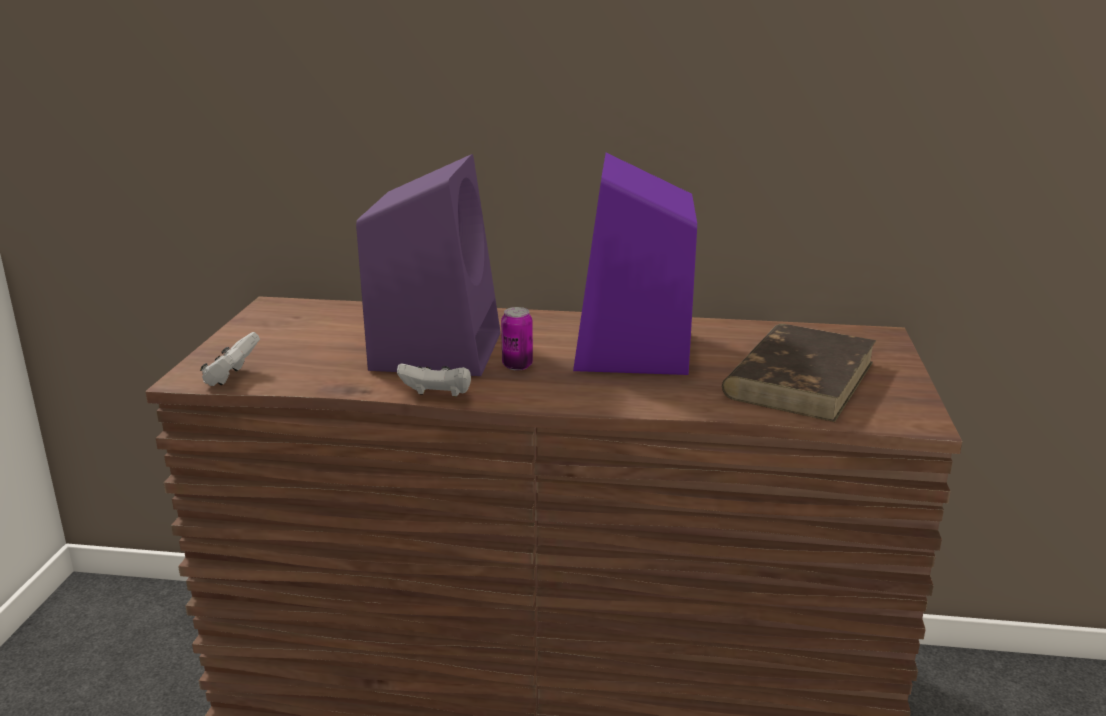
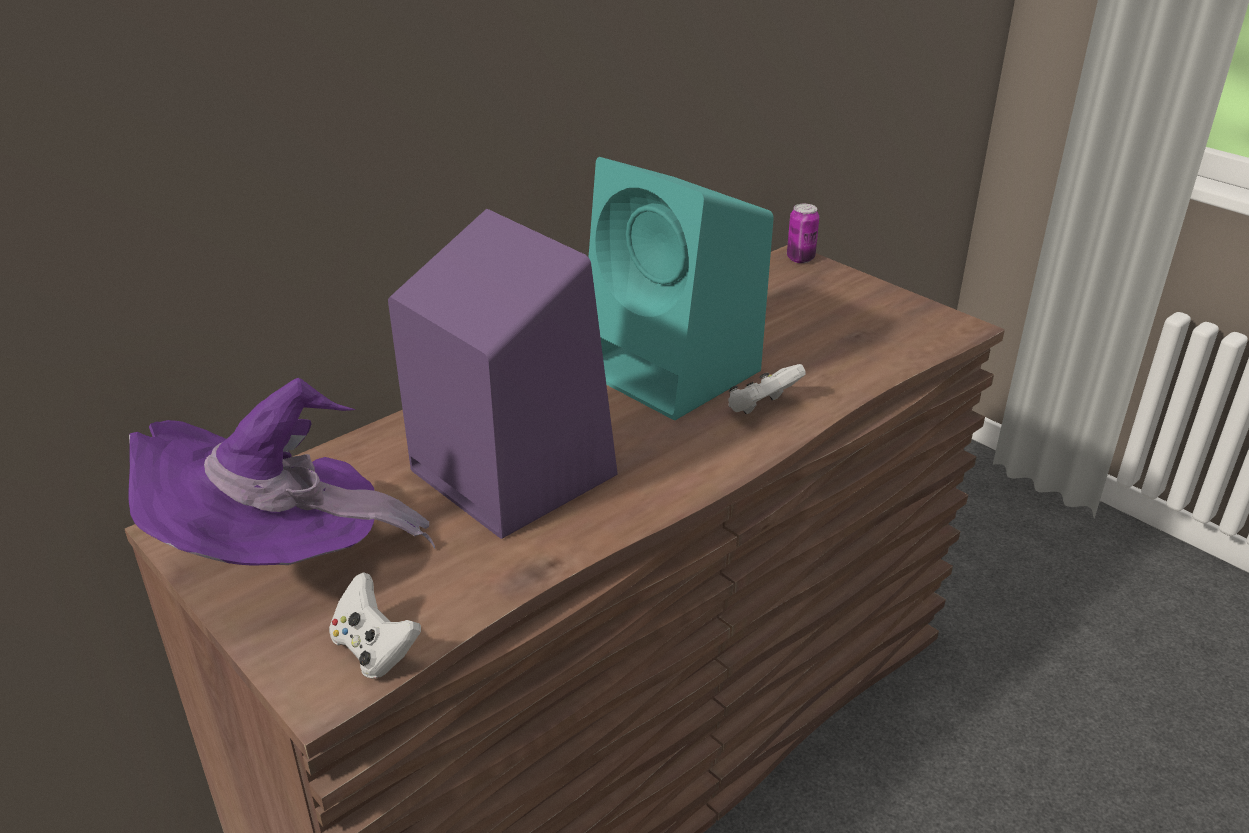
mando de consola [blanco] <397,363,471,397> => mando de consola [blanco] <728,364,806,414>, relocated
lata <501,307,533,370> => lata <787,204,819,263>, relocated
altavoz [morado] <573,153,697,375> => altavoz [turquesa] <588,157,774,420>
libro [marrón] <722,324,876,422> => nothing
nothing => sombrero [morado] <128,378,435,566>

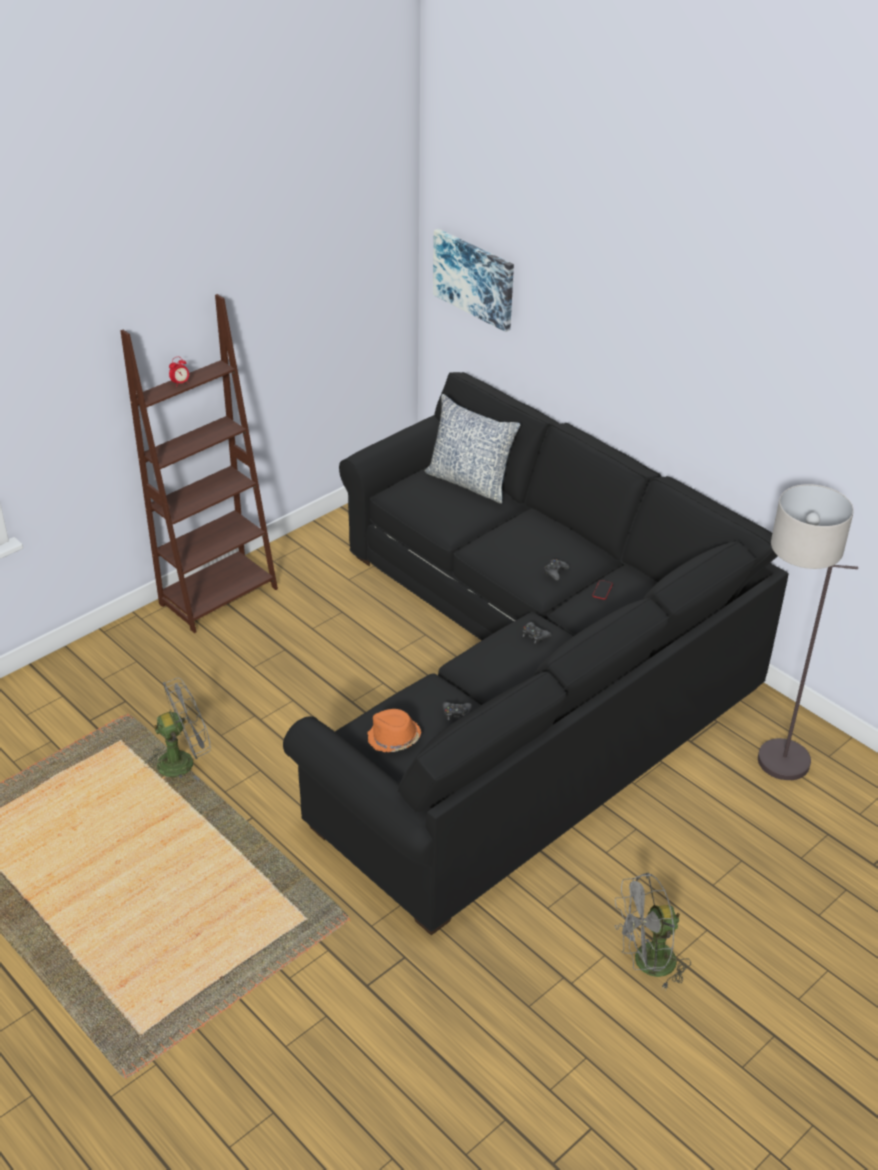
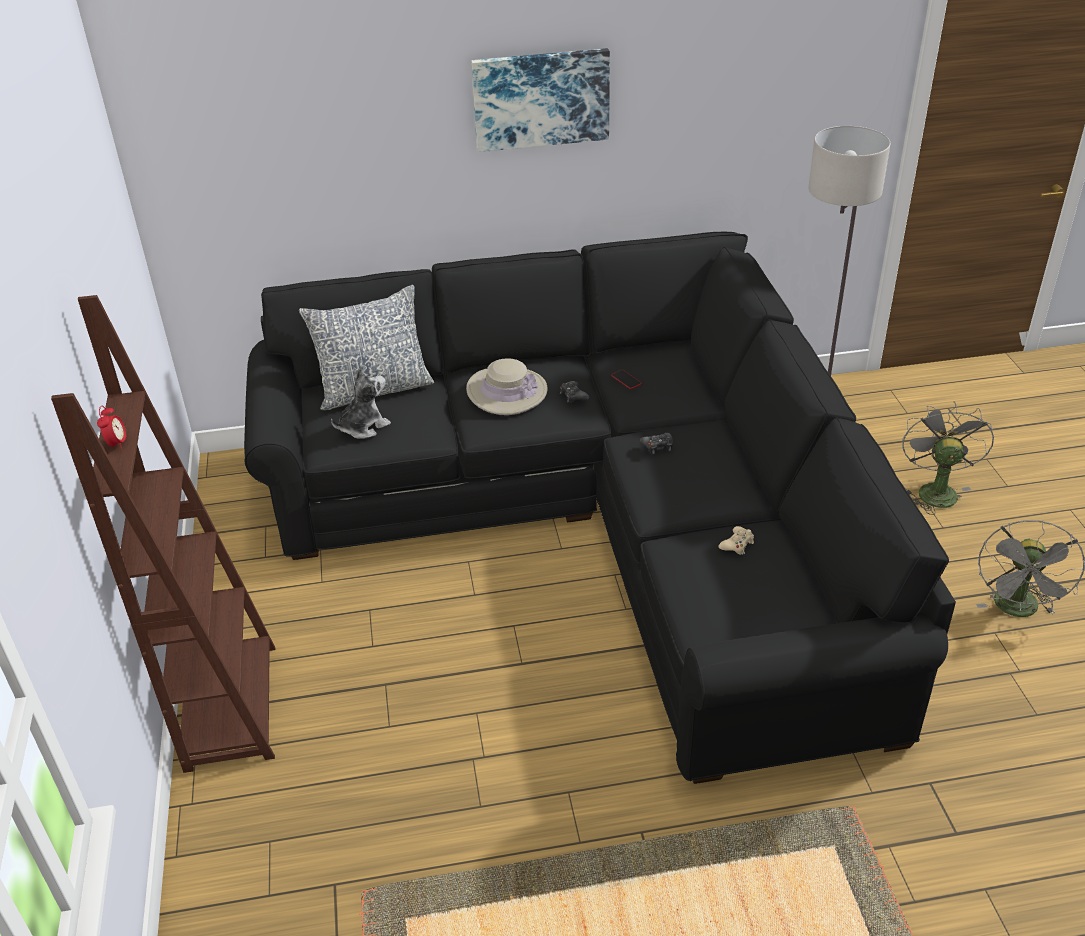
ventilador [gris] <144,678,211,781> => ventilador [gris] <902,402,994,515>, relocated
sombrero [naranja] <368,709,421,752> => nothing
cuadro <433,229,514,332> => cuadro <471,48,610,152>, relocated
mando de consola [negro] <442,702,472,720> => mando de consola [beis] <719,526,754,555>
nothing => peluche <331,368,391,439>
nothing => sombrero [beis] <466,358,548,415>

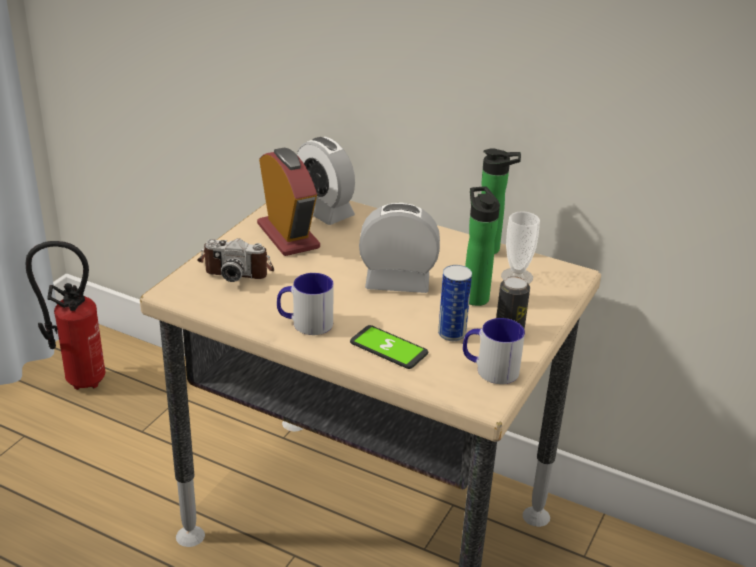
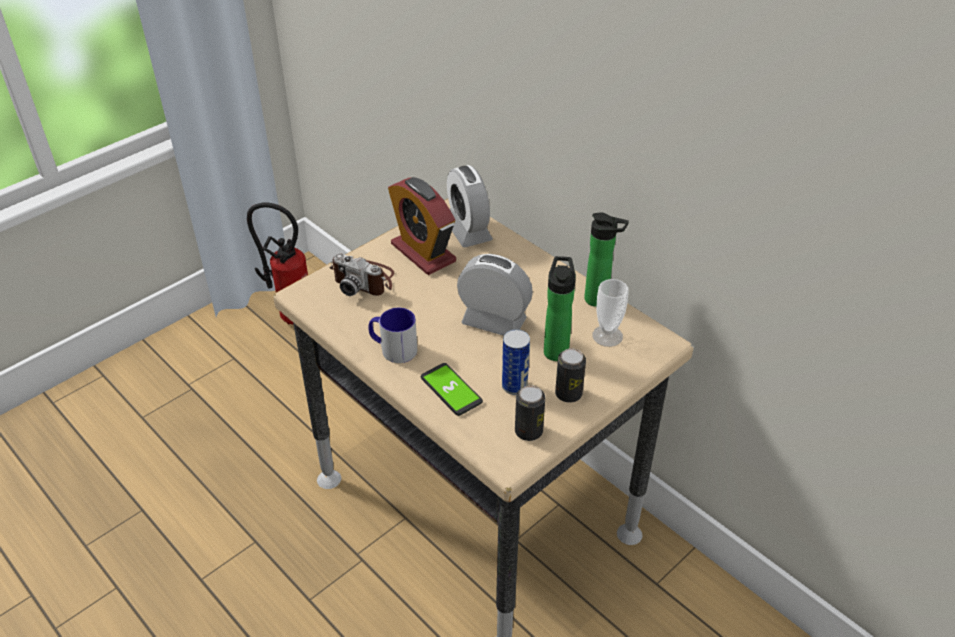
despertador <257,148,320,256> => despertador <388,177,456,275>, 150 degrees clockwise
taza grande <463,318,525,384> => lata <515,385,545,441>

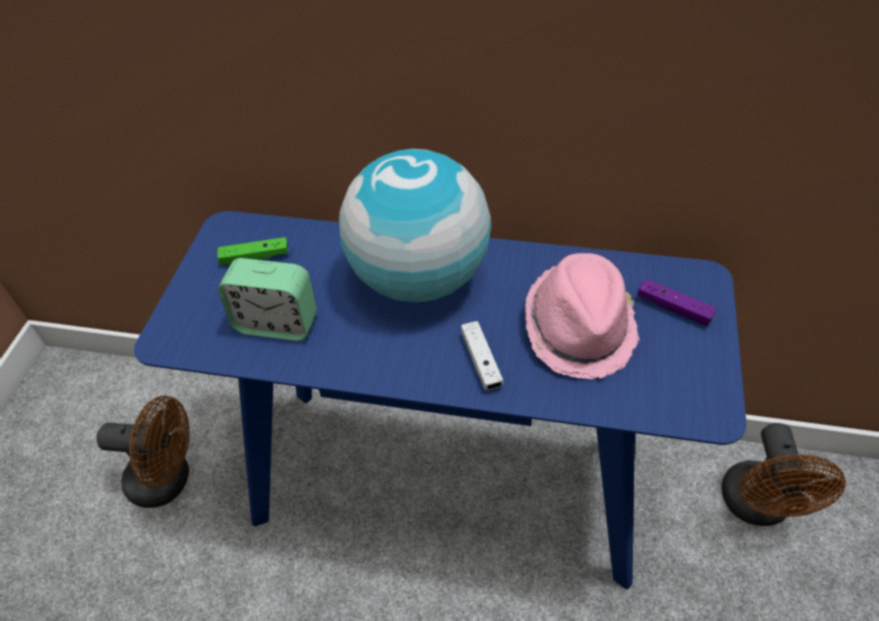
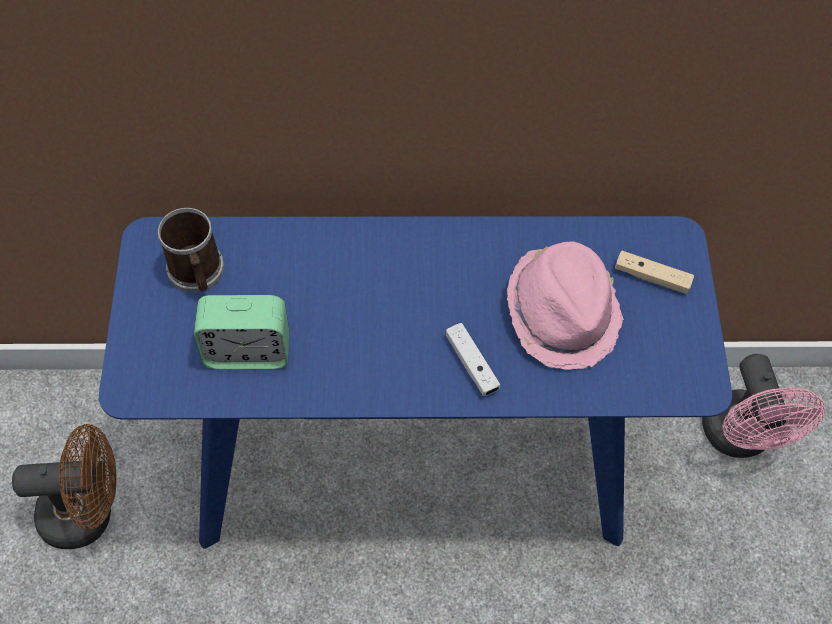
mando de consola [verde] <217,237,289,265> => taza grande <158,208,224,293>
globo terráqueo <339,149,491,302> => nothing
mando de consola [morado] <638,279,717,326> => mando de consola [beis] <615,251,694,294>
ventilador [marrón] <722,423,846,526> => ventilador [rosa] <702,354,825,458>

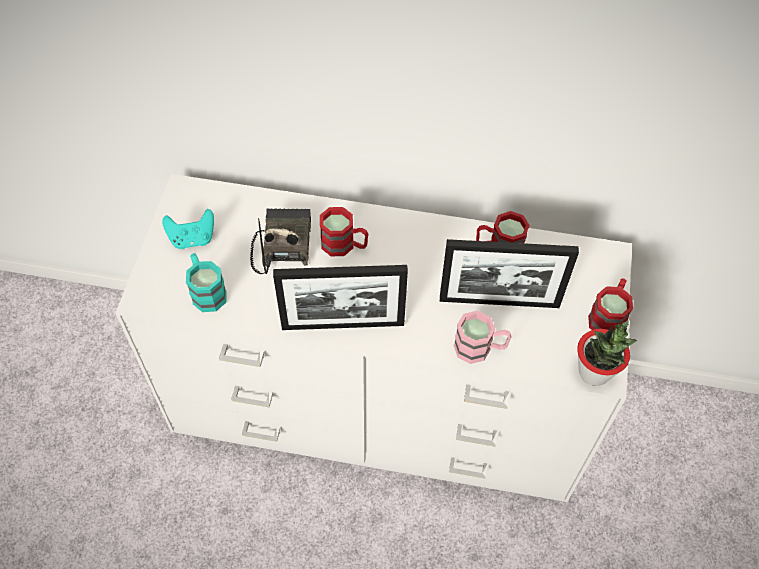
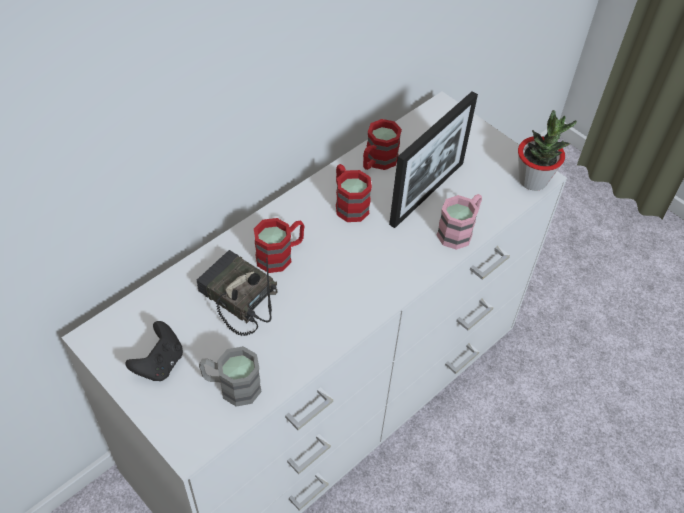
mando de consola [turquesa] <162,209,214,249> => mando de consola [negro] <125,321,183,381>
taza grande [turquesa] <186,253,227,312> => taza grande [gris] <199,346,262,407>
portarretratos <273,265,408,330> => nothing
taza grande [rojo] <588,278,633,331> => taza grande [rojo] <336,164,372,222>, relocated

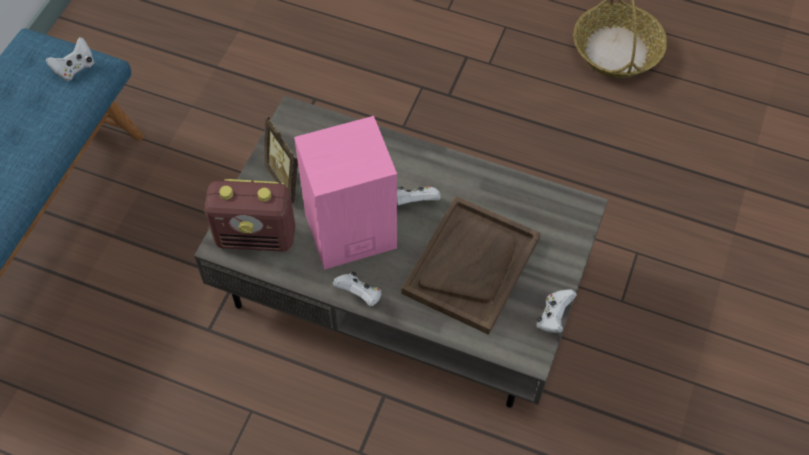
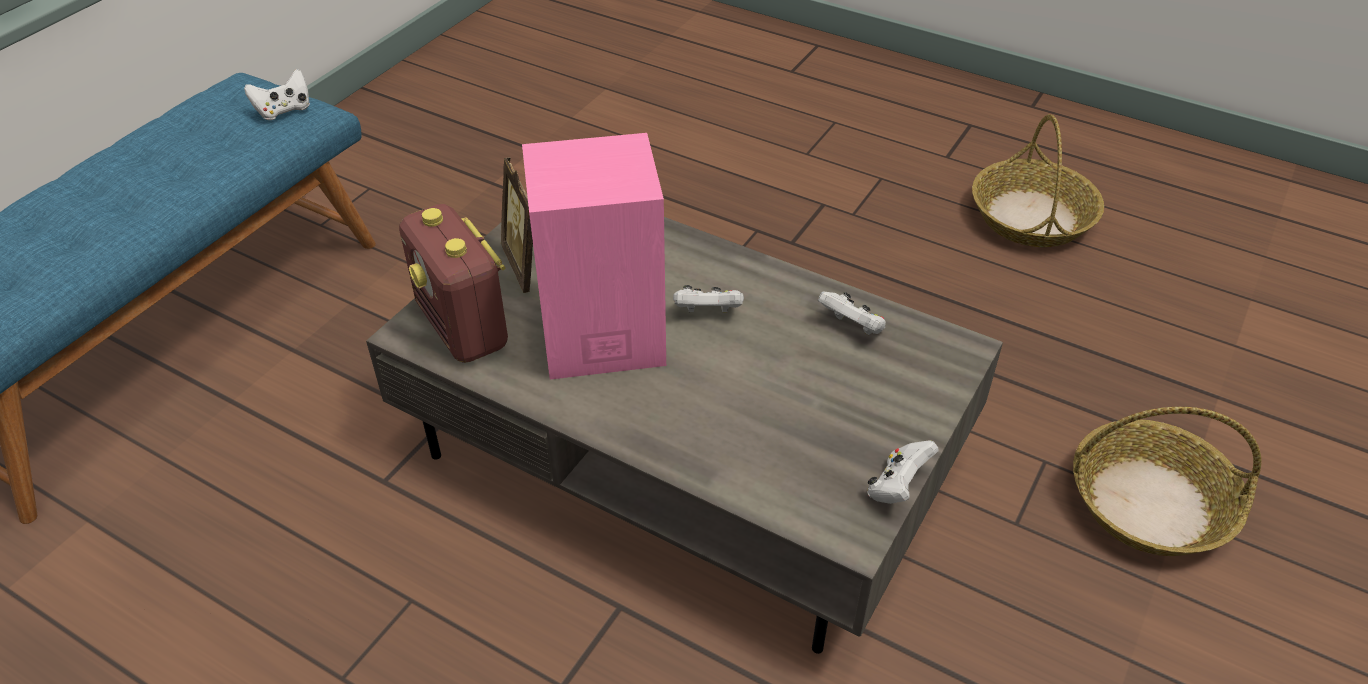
radio <204,179,296,252> => radio <399,204,508,363>, 45 degrees clockwise
mando de consola [blanco] <333,271,382,306> => mando de consola [blanco] <818,291,886,335>, relocated
bandeja [marrón] <401,196,541,335> => nothing
nothing => cesta <1073,407,1261,556>

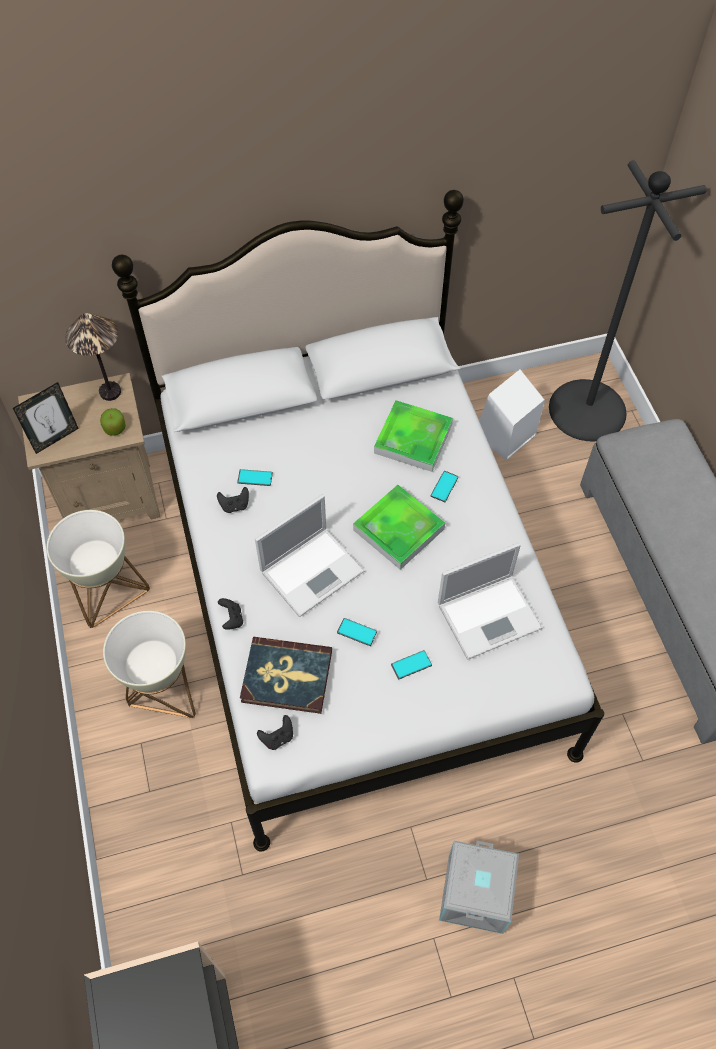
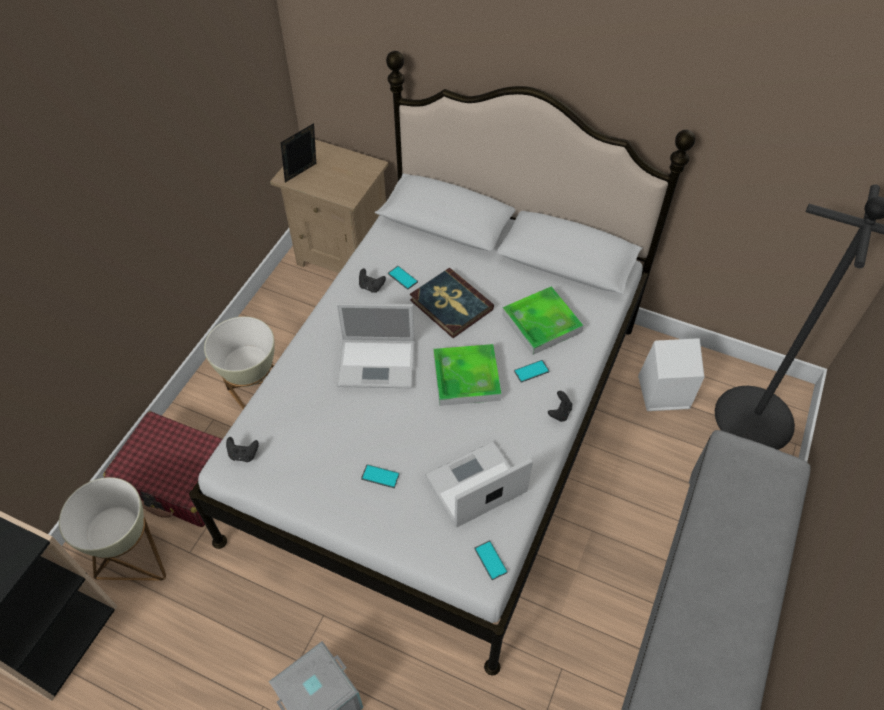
portarretratos <13,382,79,454> => portarretratos <281,123,316,182>, 135 degrees clockwise
maceta <46,510,150,628> => maceta <59,477,166,581>, relocated
lámpara de mesa <65,313,121,401> => nothing
manzana <100,408,126,436> => nothing
mando de consola [negro] <218,598,243,630> => mando de consola [negro] <548,391,572,422>, relocated
libro <240,636,332,714> => libro <410,268,494,338>, relocated
móvil <337,618,377,646> => móvil <474,540,508,580>, relocated
portátil <438,543,542,660> => portátil <424,441,533,528>, 135 degrees clockwise
nothing => maleta [rojo] <103,411,222,527>

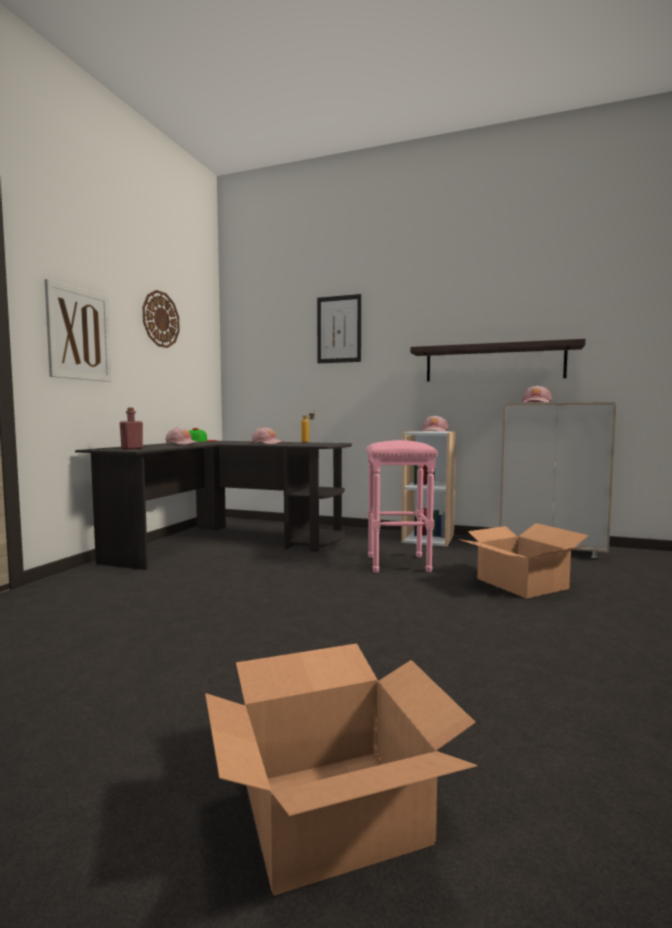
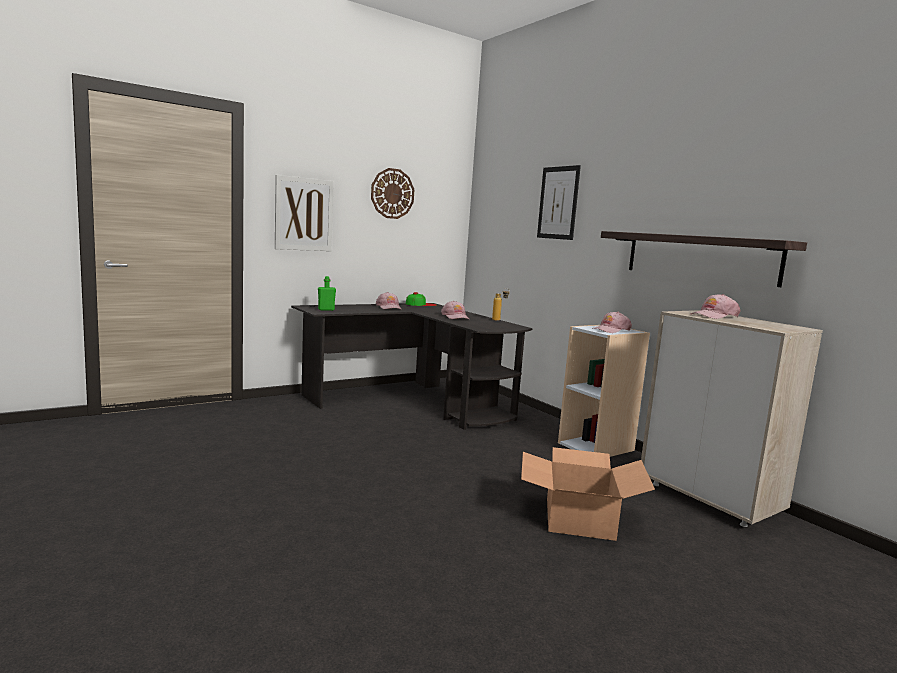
botella [rojo] <120,408,143,449> => botella [verde] <318,276,336,311>
caja de cartón <205,643,477,896> => nothing
taburete [rosa] <366,440,438,573> => nothing

